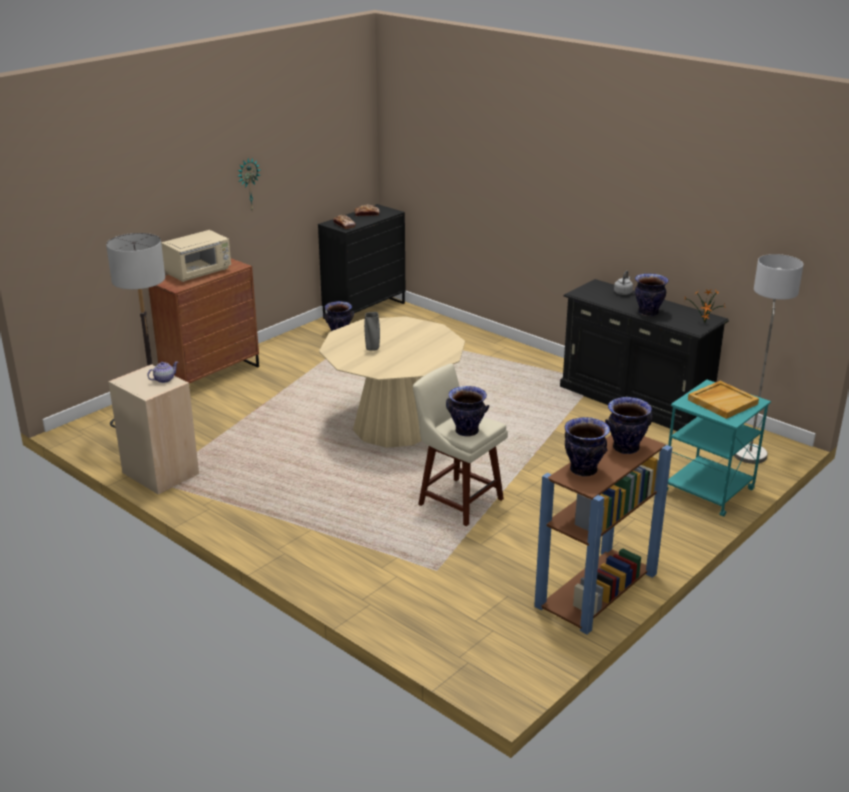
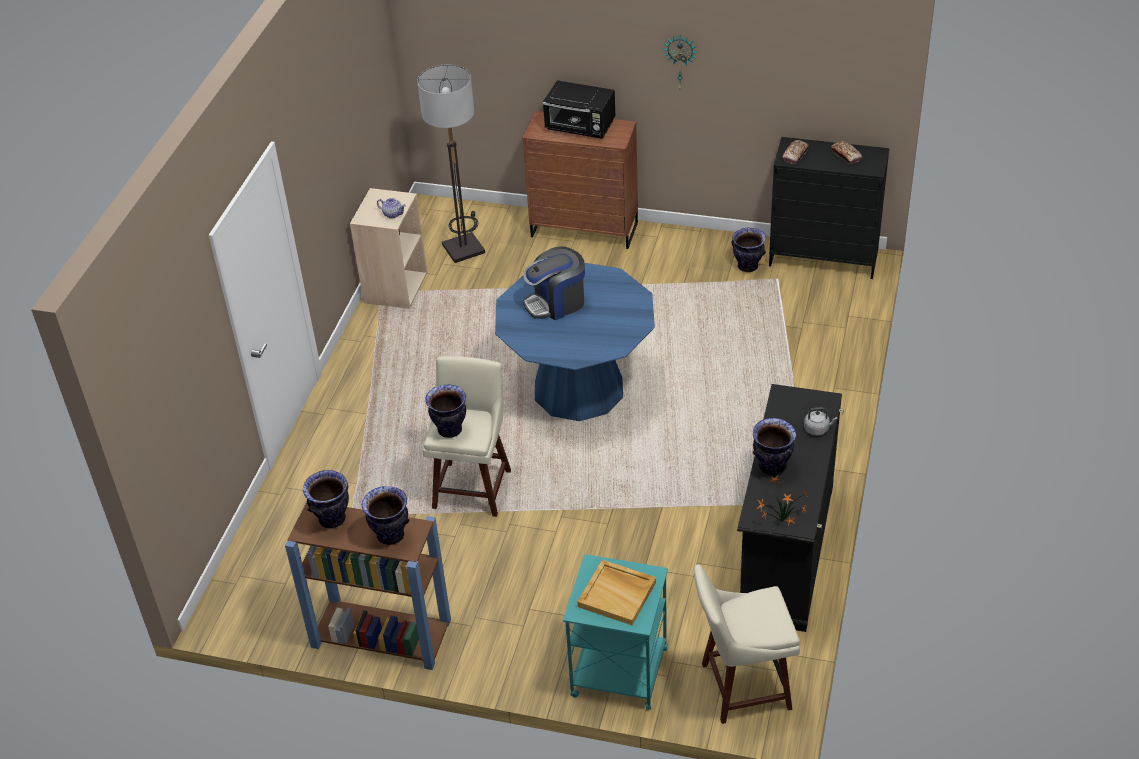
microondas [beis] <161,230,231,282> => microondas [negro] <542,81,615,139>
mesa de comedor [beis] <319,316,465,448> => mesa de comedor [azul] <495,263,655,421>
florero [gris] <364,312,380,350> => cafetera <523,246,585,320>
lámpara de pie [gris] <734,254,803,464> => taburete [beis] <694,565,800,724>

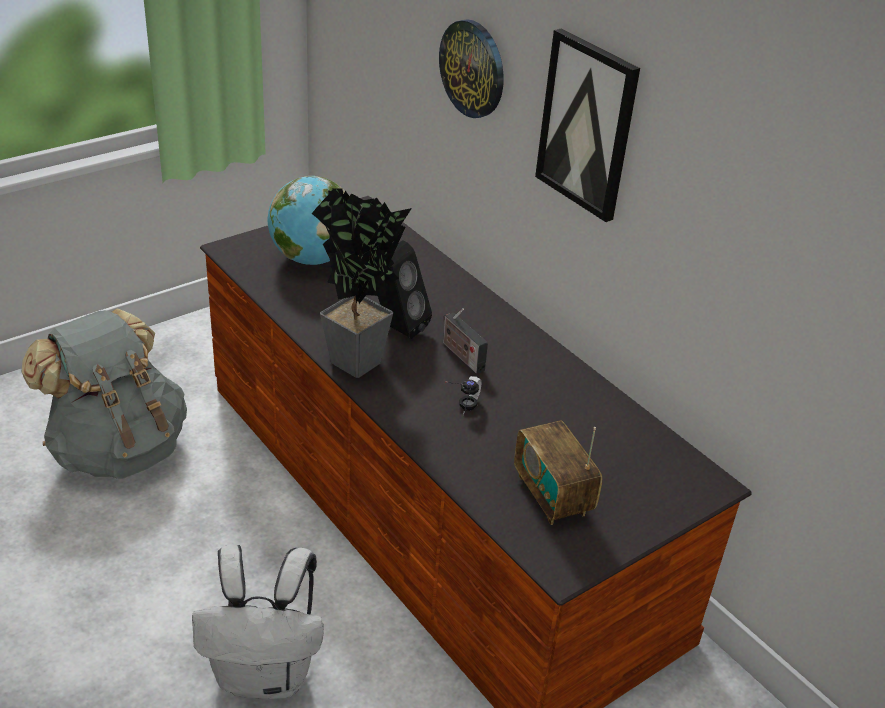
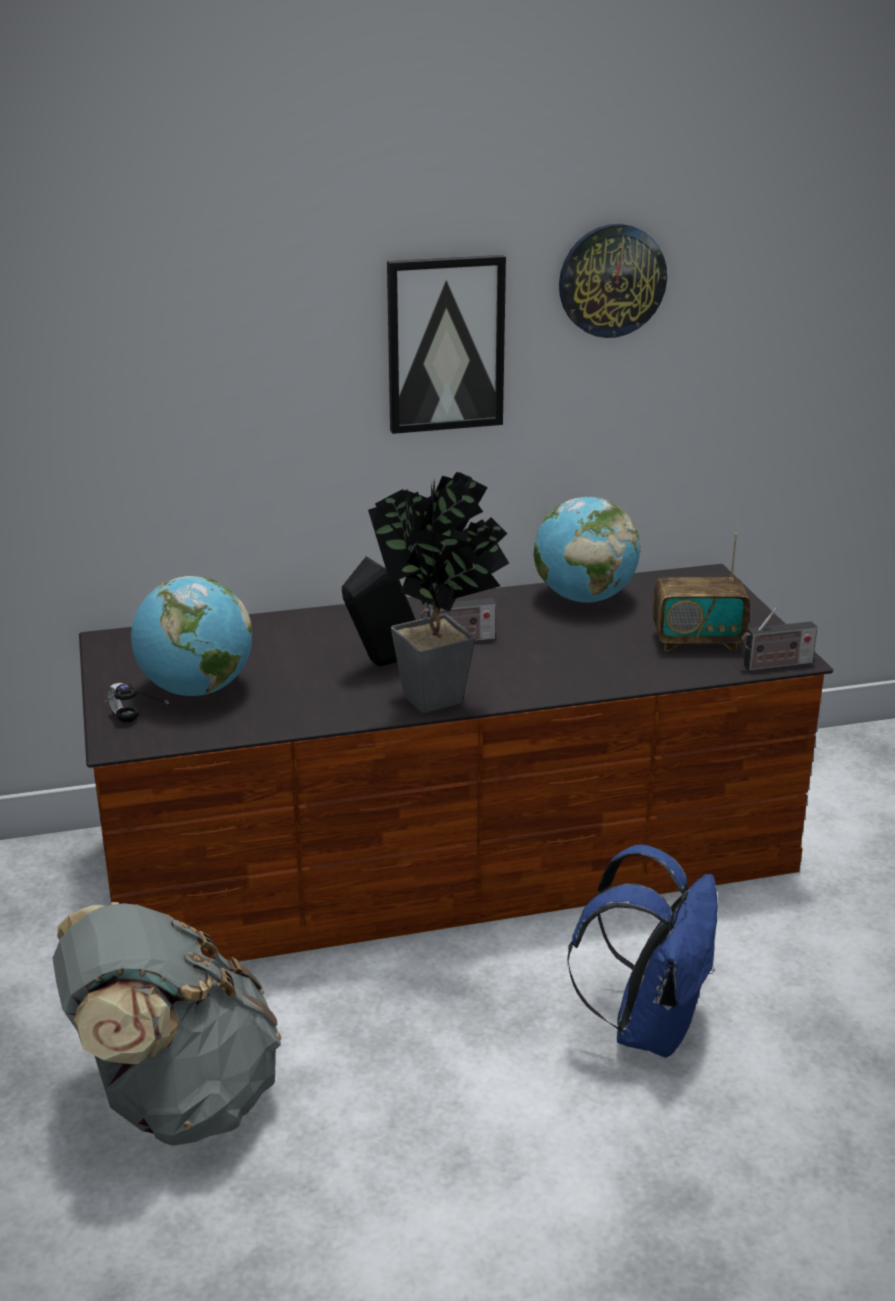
mochila [blanco] <192,544,324,699> => mochila [azul] <567,844,718,1058>
reloj de pared <439,19,504,118> => reloj de pared <559,224,667,338>, relocated
auriculares <445,376,482,416> => auriculares <105,683,169,723>, relocated
nothing => globo terráqueo <534,497,640,603>
nothing => radio <741,608,817,671>

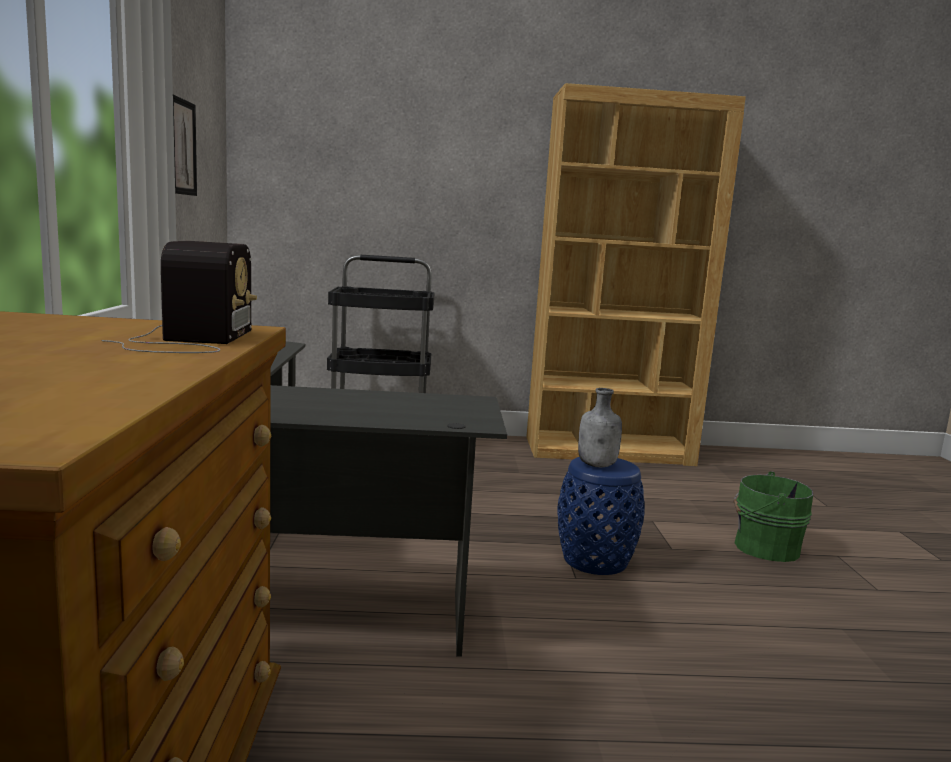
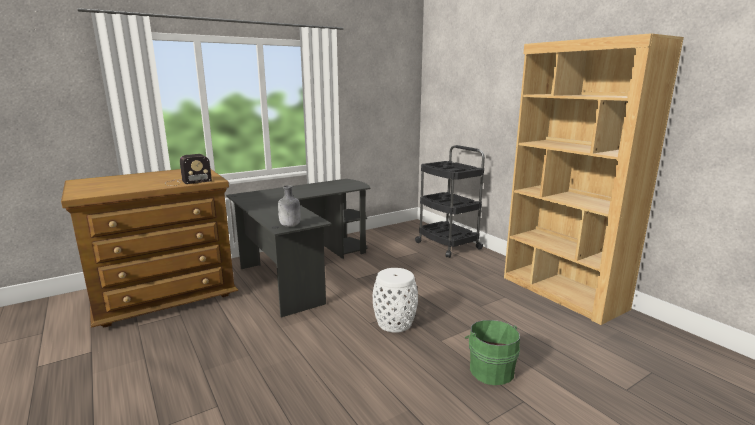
cuadro <173,94,197,196> => nothing
taburete [azul] <557,457,645,575> => taburete [blanco] <373,268,418,333>
botella [gris] <578,388,622,468> => botella [gris] <278,185,301,227>, relocated

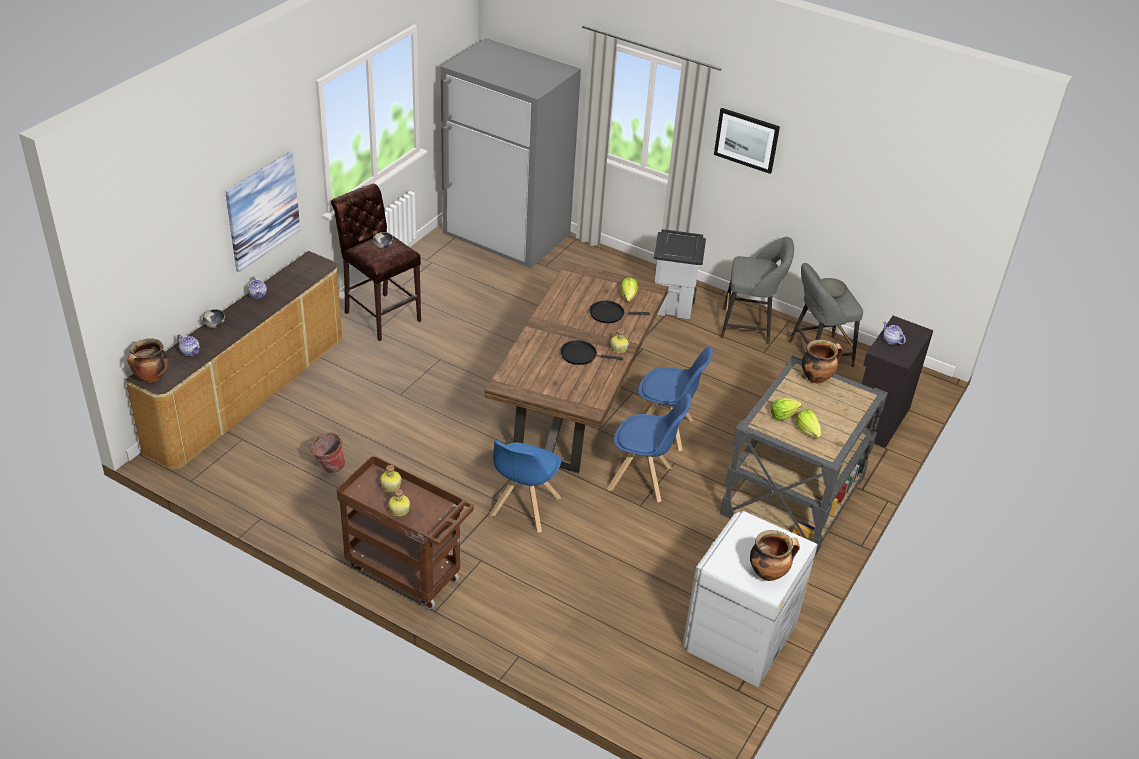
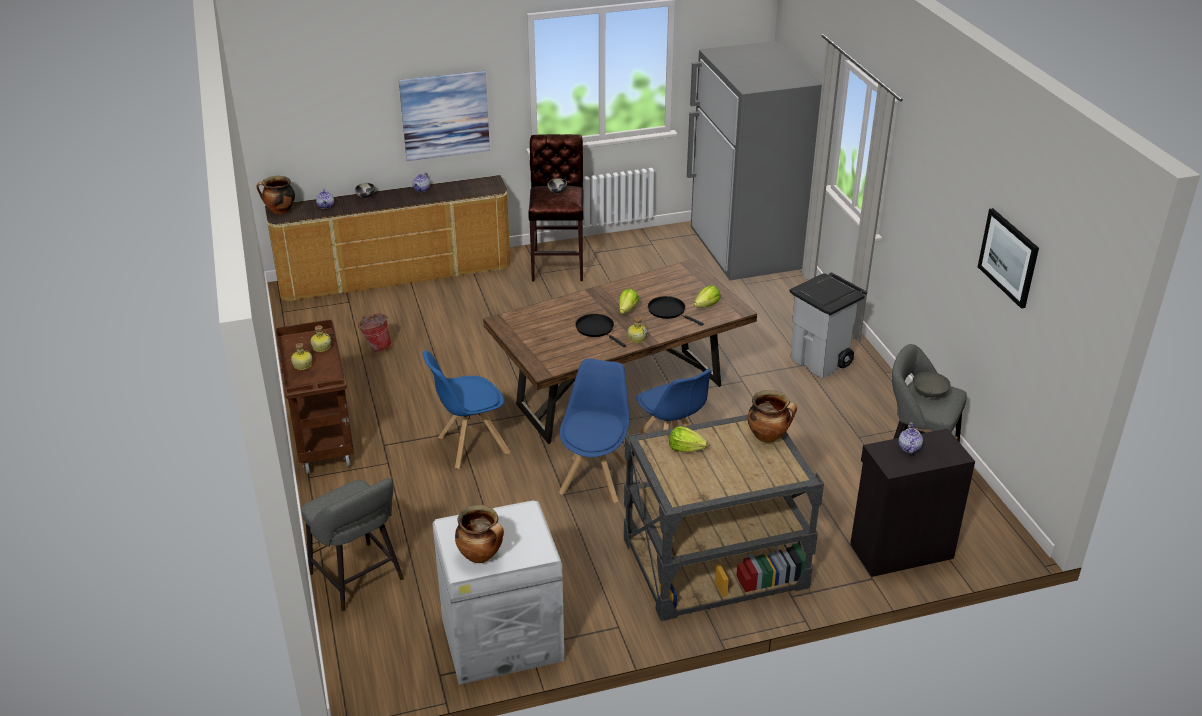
silla [azul] <607,394,691,502> => silla [azul] <559,358,630,503>, 135 degrees counterclockwise
cuadro <714,108,780,174> => cuadro <978,208,1039,309>, relocated
taburete [gris] <720,237,794,345> => taburete [gris] <302,478,404,611>, relocated
lechuga <795,409,821,438> => lechuga <619,288,639,314>, relocated

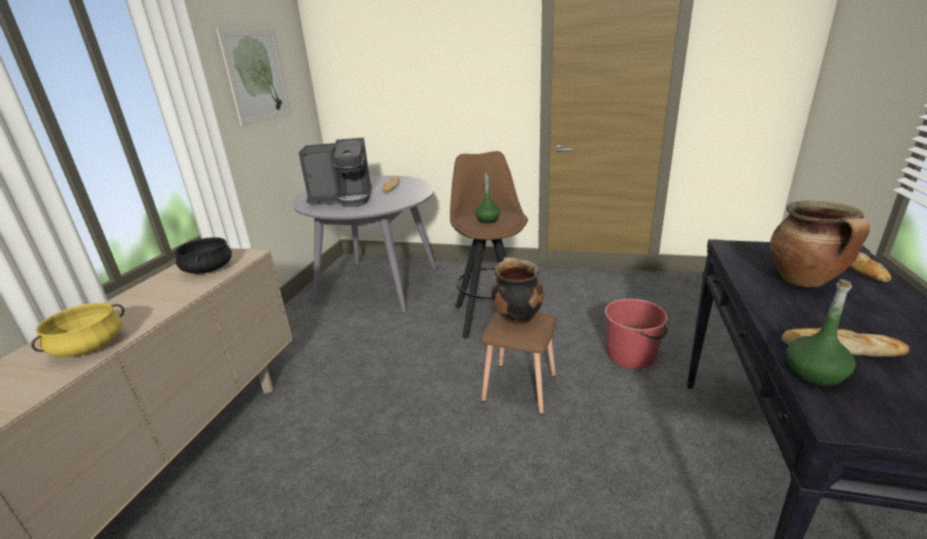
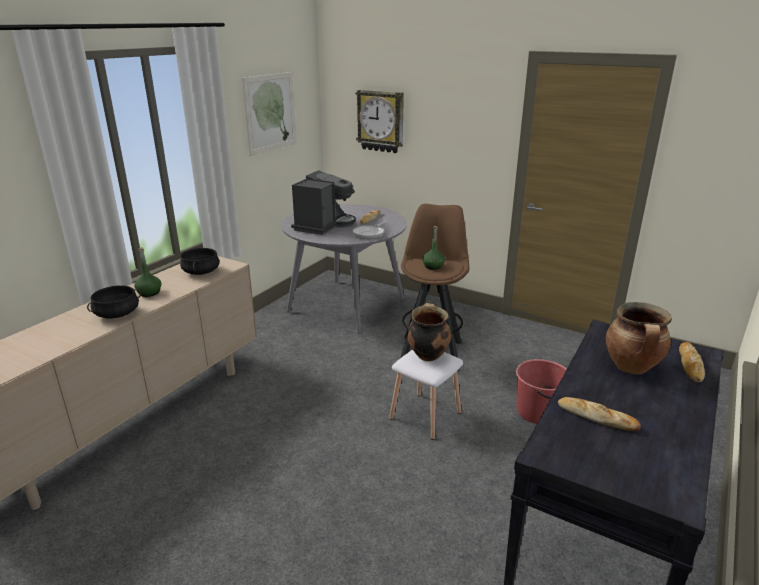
olla [amarillo] <31,303,124,357> => olla [negro] <87,285,141,319>
cafetera <299,138,372,207> => cafetera <291,170,356,235>, 75 degrees counterclockwise
taburete [marrón] <481,310,557,415> => taburete [blanco] <389,350,463,440>
botella [verde] <787,279,856,387> => botella [verde] <134,247,161,297>, relocated
nothing => sartén <353,221,388,239>
nothing => reloj de pared <356,90,404,153>

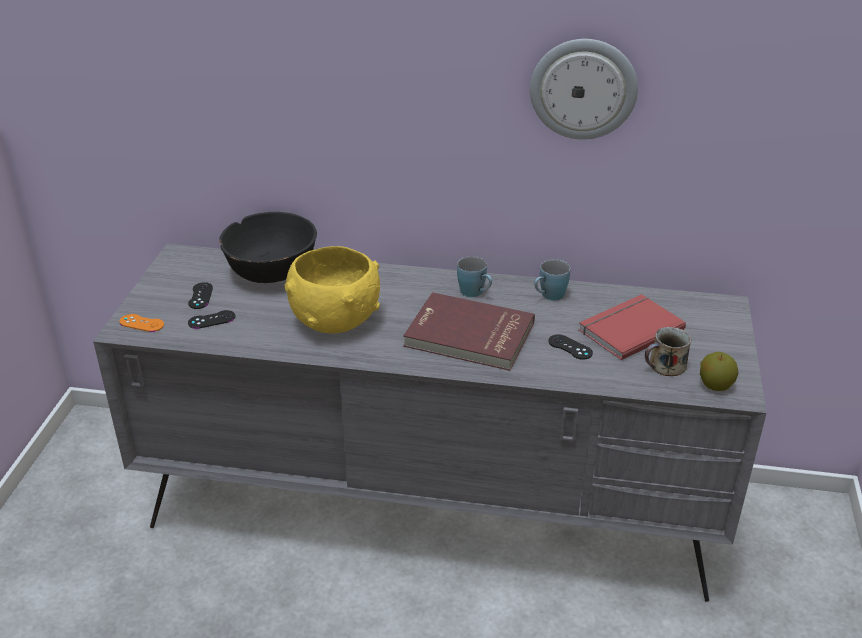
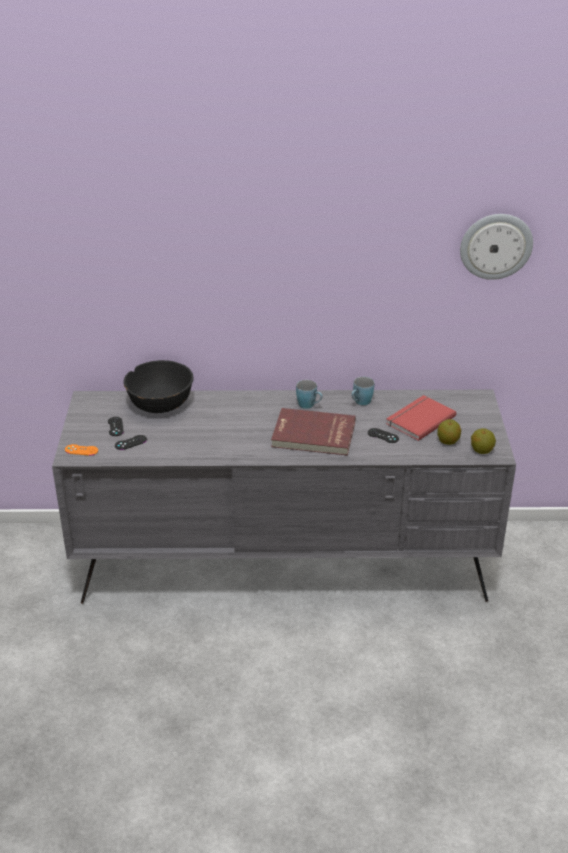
cuenco [amarillo] <285,246,380,334> => nothing
reloj de pared <530,39,638,140> => reloj de pared <460,214,533,280>, relocated
taza grande <645,327,691,376> => manzana <437,419,461,445>

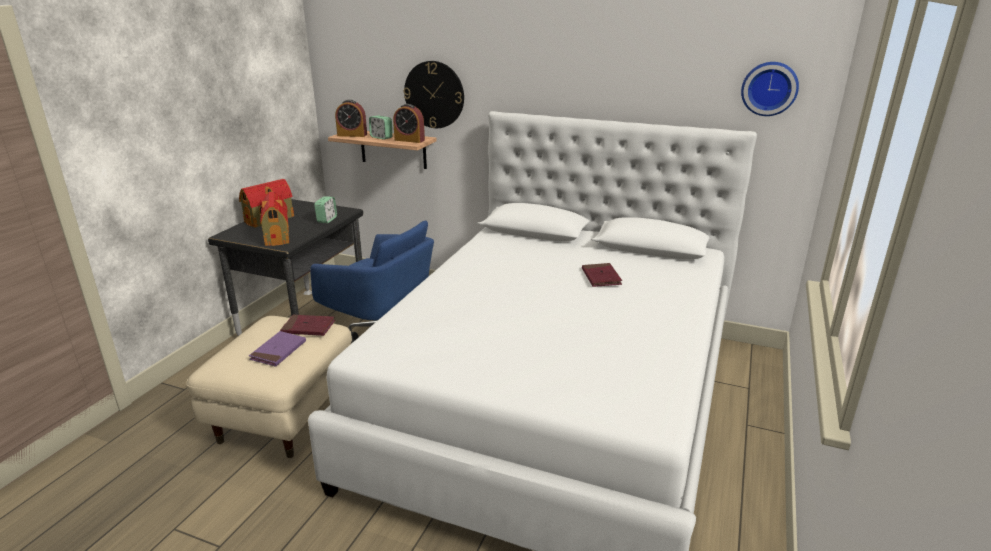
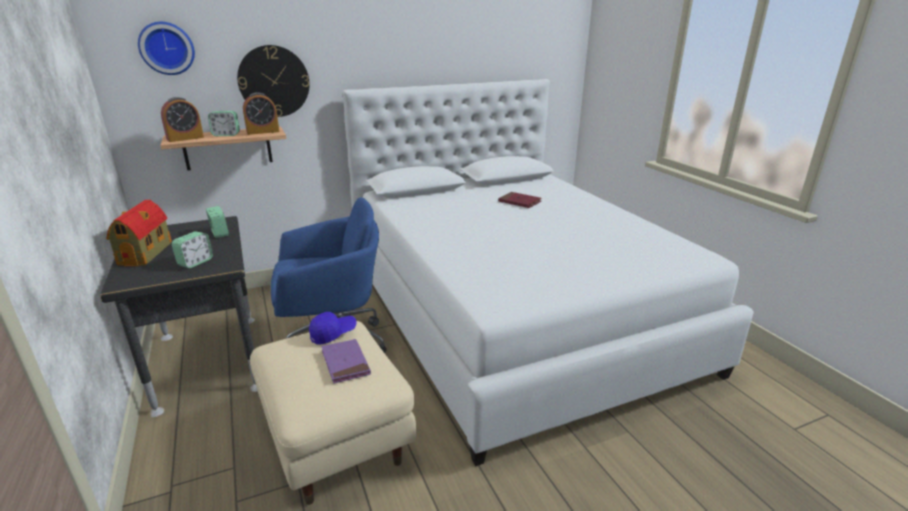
casita <260,192,289,246> => despertador <172,231,213,268>
libro [rojo] <280,315,335,336> => gorra [azul] <309,312,356,345>
reloj de pared <741,62,799,116> => reloj de pared <138,22,195,75>, relocated

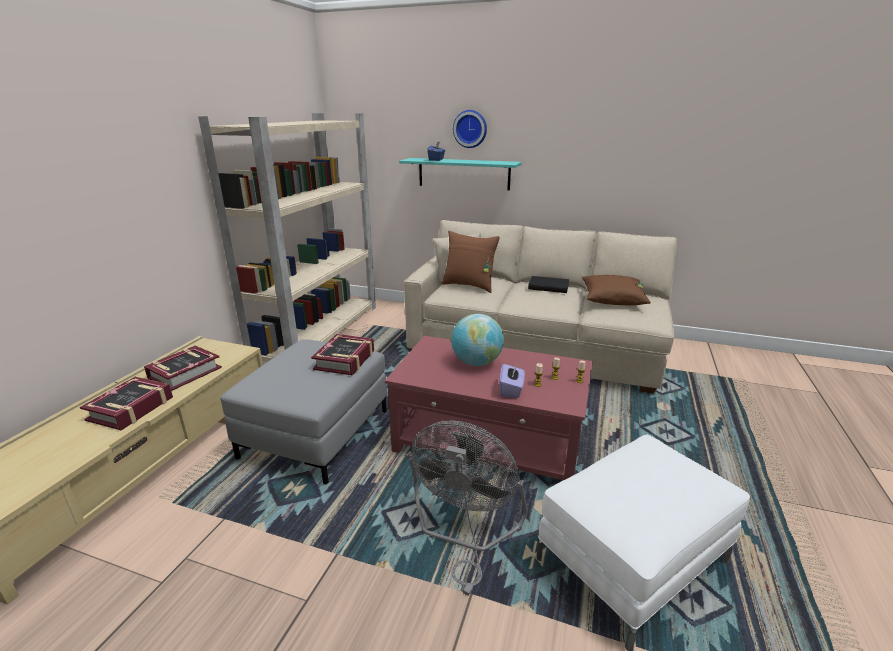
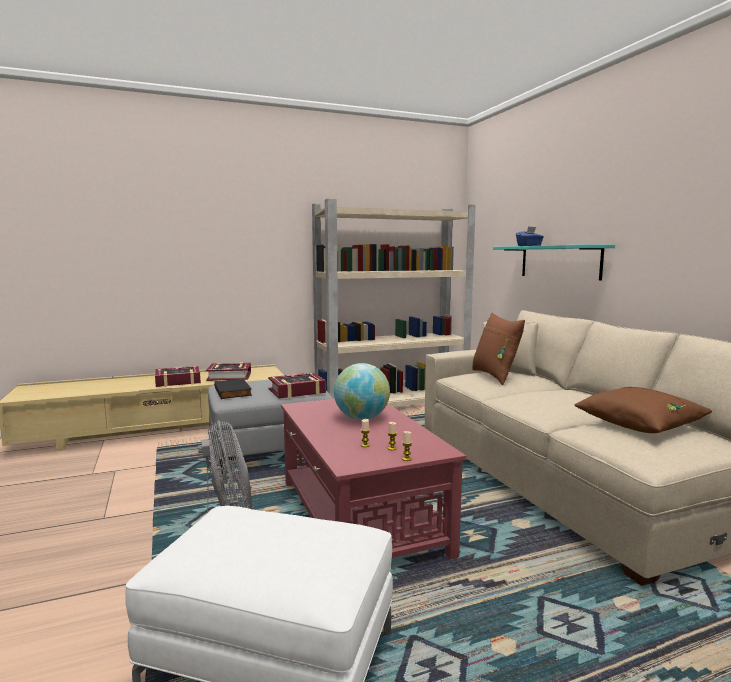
reloj de pared <453,110,487,148> => nothing
caja de pañuelos [morado] <499,364,525,398> => nothing
libro [negro] <528,276,569,293> => libro [negro] <214,379,252,399>, relocated

